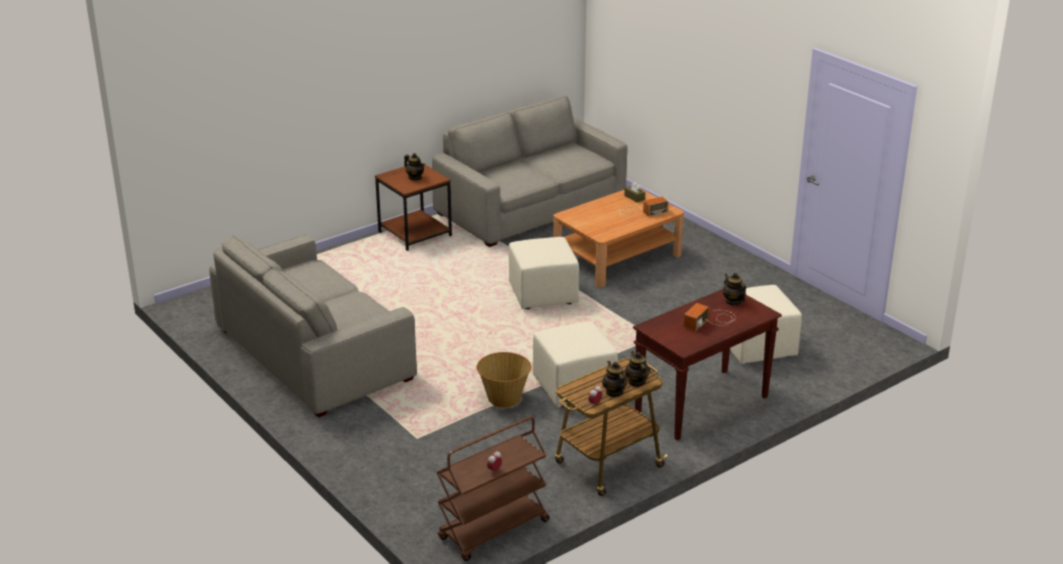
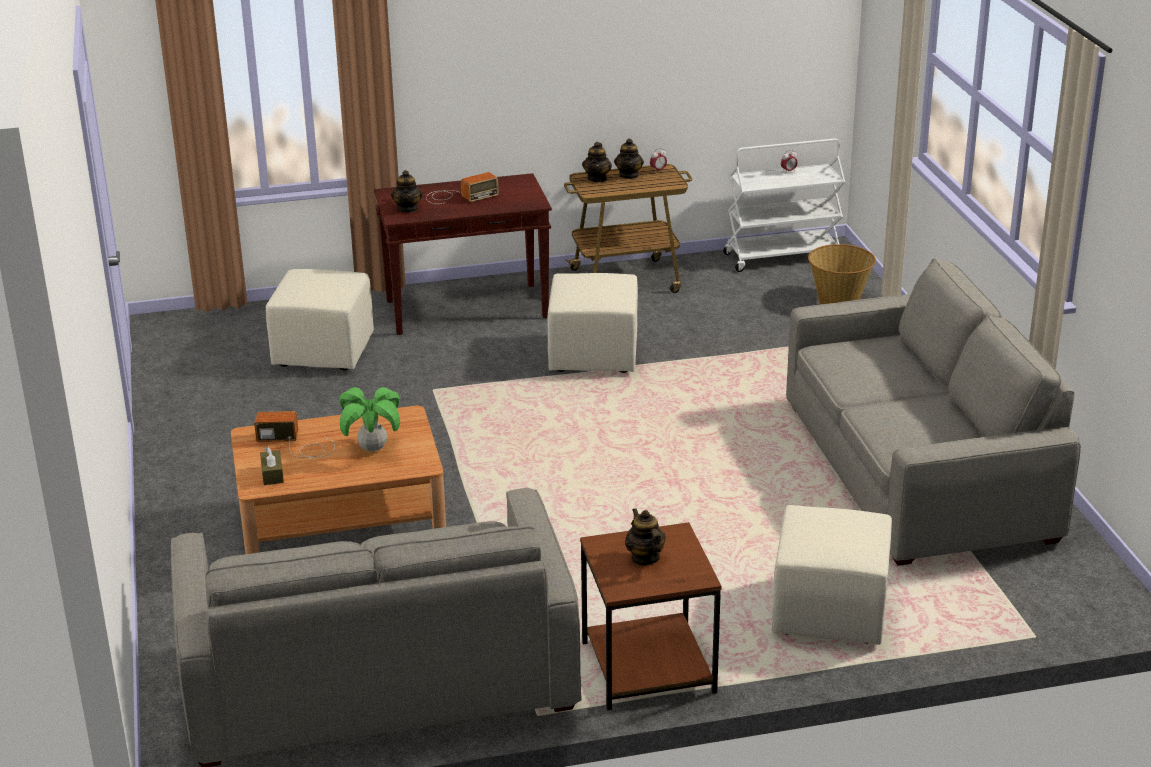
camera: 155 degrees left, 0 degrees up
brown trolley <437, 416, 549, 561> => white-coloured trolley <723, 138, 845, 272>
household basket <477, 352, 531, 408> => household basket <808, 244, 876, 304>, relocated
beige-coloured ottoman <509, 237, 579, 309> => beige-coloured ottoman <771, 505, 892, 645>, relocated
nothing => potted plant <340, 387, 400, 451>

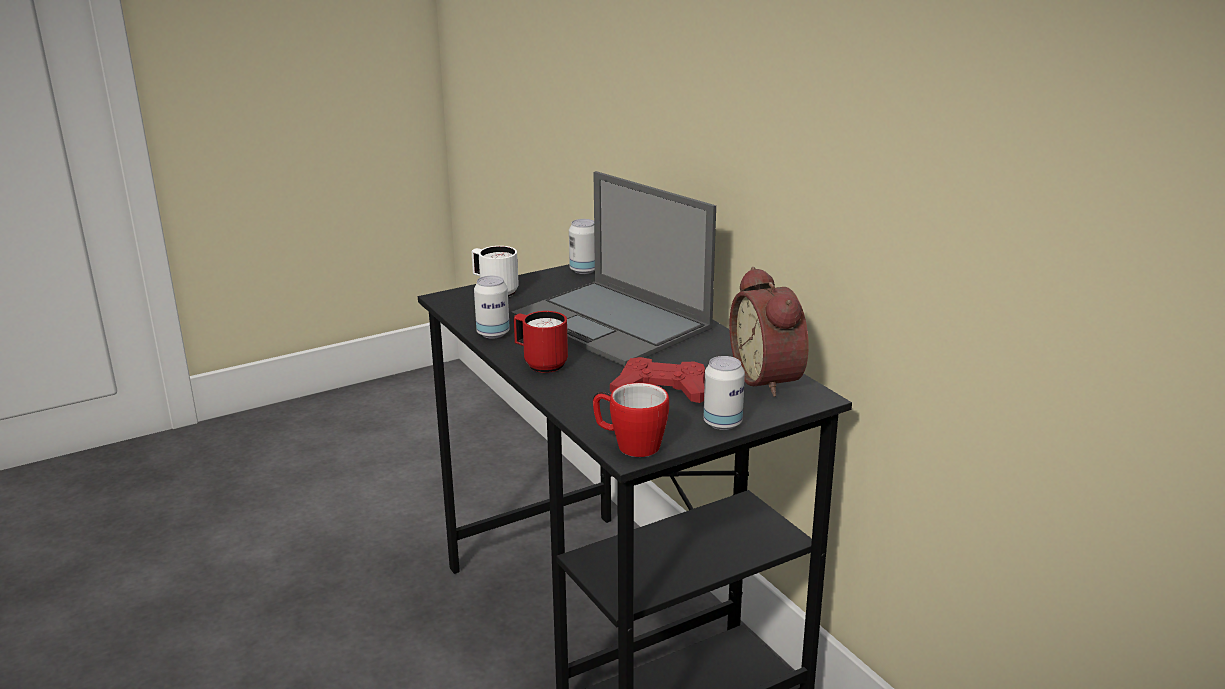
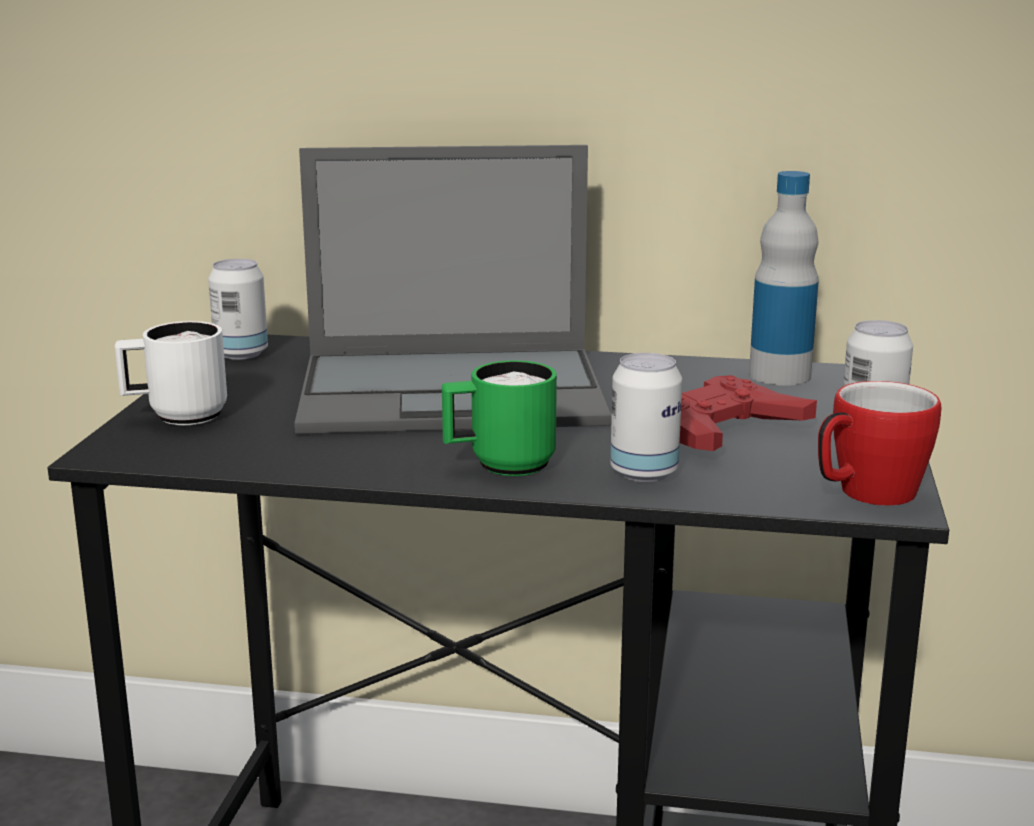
camera: 50 degrees left, 5 degrees down
metal can <474, 276, 510, 339> => metal can <610, 353, 682, 482>, relocated
red tea mug <514, 311, 568, 373> => green tea mug <442, 360, 557, 476>
table clock <729, 267, 809, 397> => beverage bottle <749, 171, 819, 386>

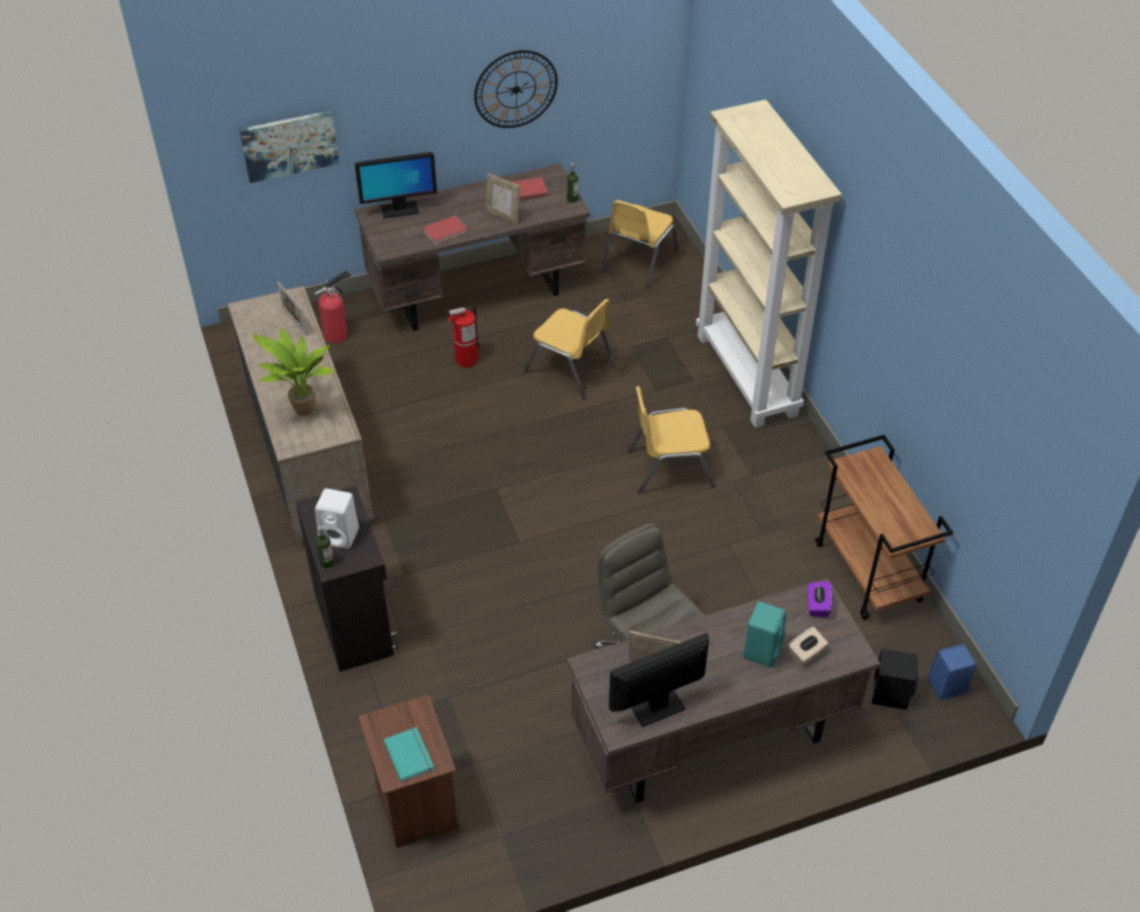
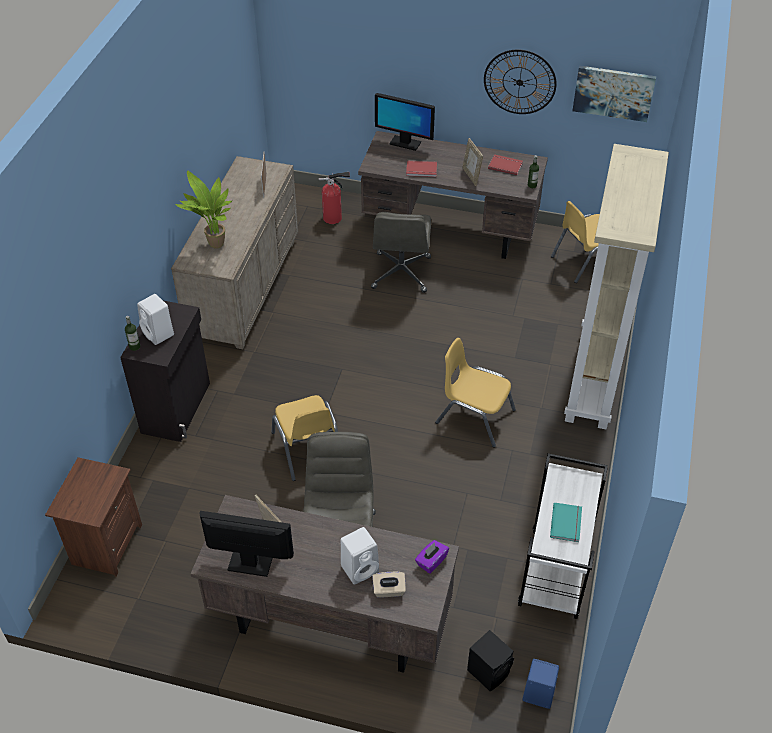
camera: 35 degrees right, 0 degrees up
picture <239, 110, 339, 183> => picture <572, 66, 656, 122>, relocated
blue-green book <384, 727, 434, 782> => blue-green book <550, 502, 582, 542>, relocated
extinguisher <447, 307, 480, 367> => greyish office chair <371, 212, 431, 293>
yellowish chair <524, 299, 616, 399> => yellowish chair <272, 395, 338, 481>, relocated
blue-green audio speaker <743, 601, 786, 667> => white-coloured audio speaker <341, 527, 379, 585>
brown trolley <815, 435, 953, 620> => white-coloured trolley <518, 453, 608, 619>

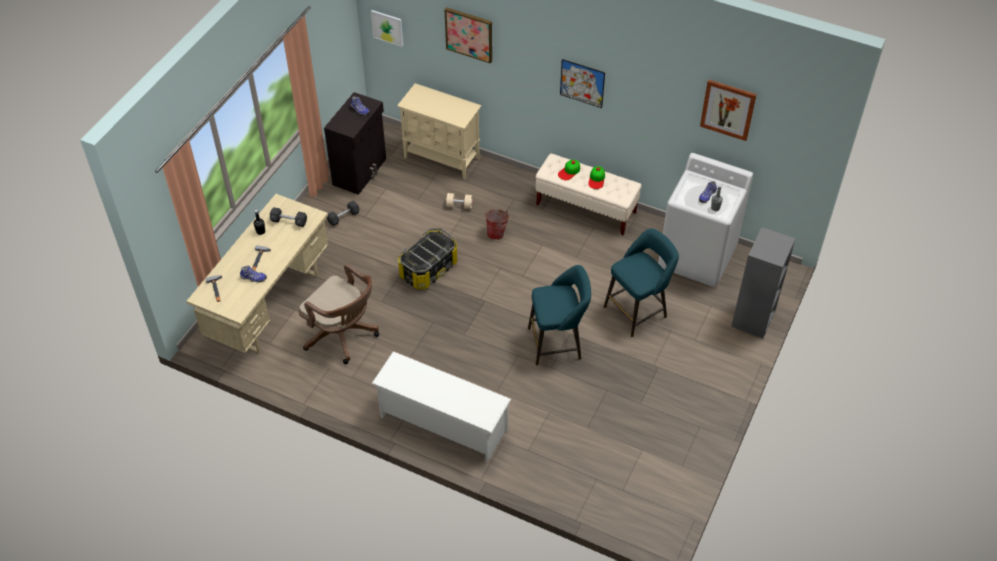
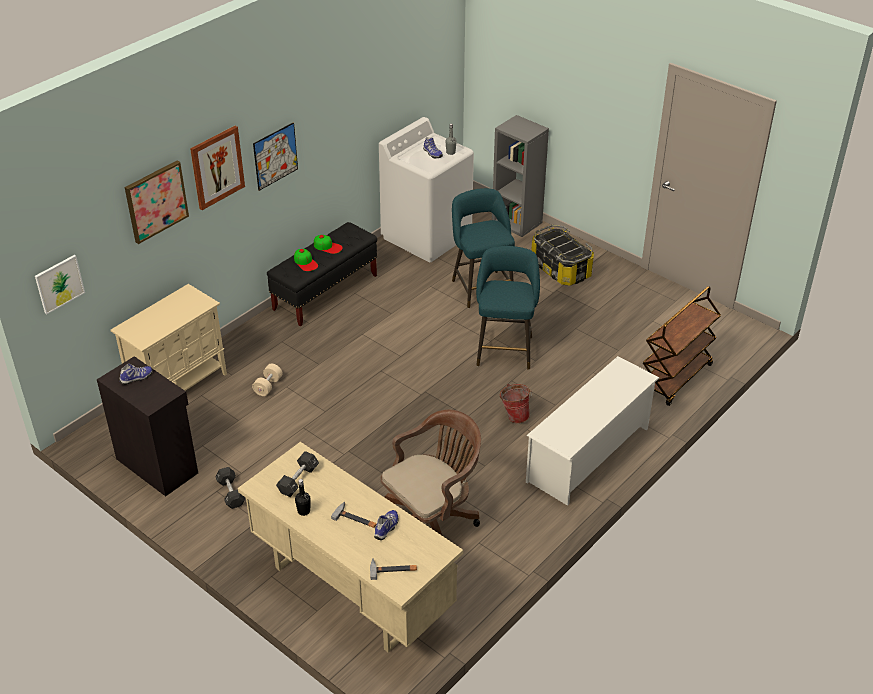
camera: 75 degrees left, 10 degrees down
storage container <398, 228, 458, 289> => storage container <531, 225, 594, 286>, relocated
bucket <485, 209, 510, 240> => bucket <500, 384, 532, 423>, relocated
beige-coloured long seat <535, 153, 642, 235> => blackish long seat <267, 222, 377, 327>
picture <700, 80, 757, 141> => picture <190, 126, 245, 210>, relocated
nothing => brown trolley <643, 286, 721, 406>

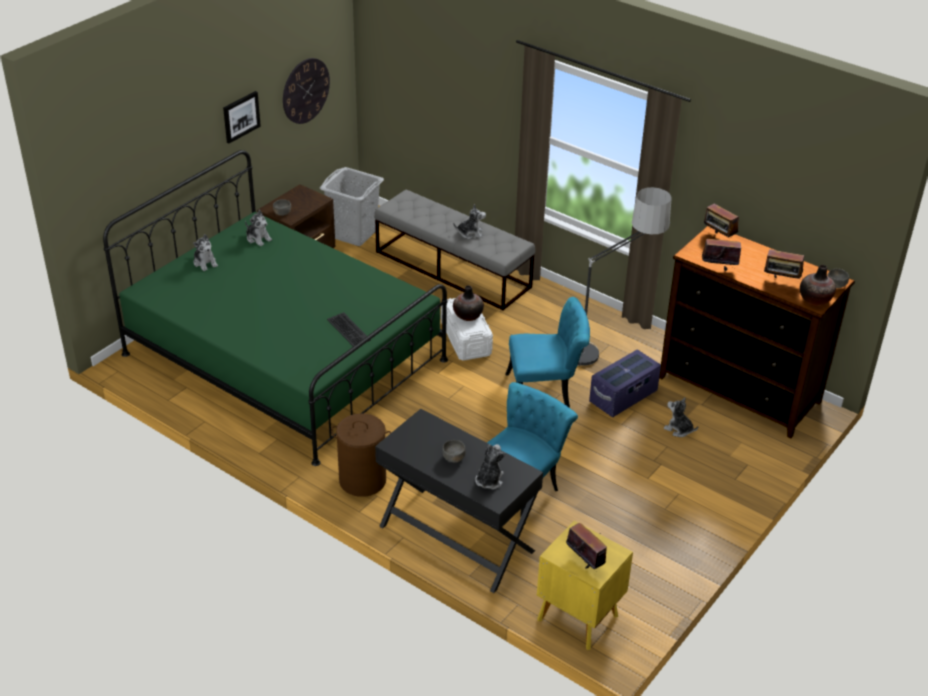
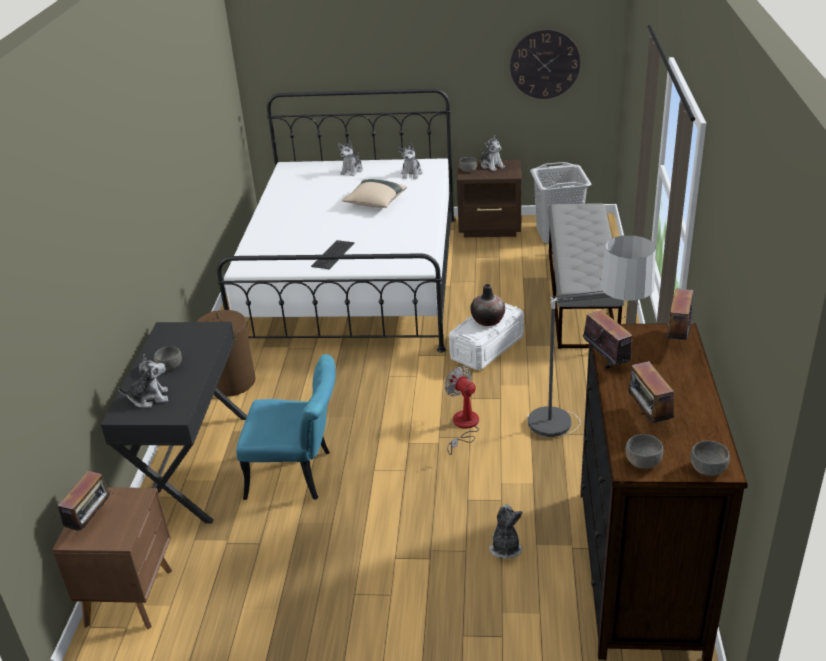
camera: 60 degrees right, 5 degrees down
green bedroom bed <103, 150, 448, 466> => white-coloured bedroom bed <217, 89, 456, 353>
picture <223, 91, 261, 143> => nothing
plush toy <453, 204, 486, 239> => plush toy <481, 135, 505, 171>, relocated
blue-green chair <505, 297, 590, 408> => fan <445, 366, 479, 455>
yellowish night table <537, 521, 633, 650> => brown night table <52, 487, 172, 629>
purple storage container <589, 350, 661, 417> => nothing
flower vase <800, 265, 836, 306> => greyish bowl <625, 434, 664, 469>
nothing => beige-coloured cushion <342, 179, 407, 208>

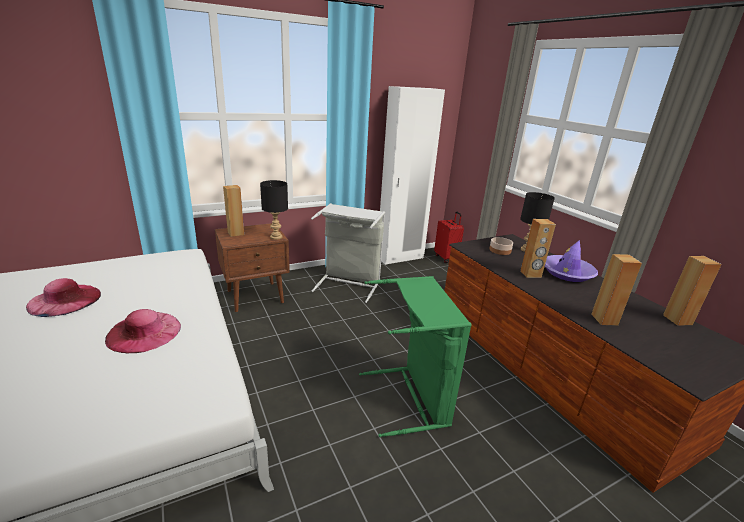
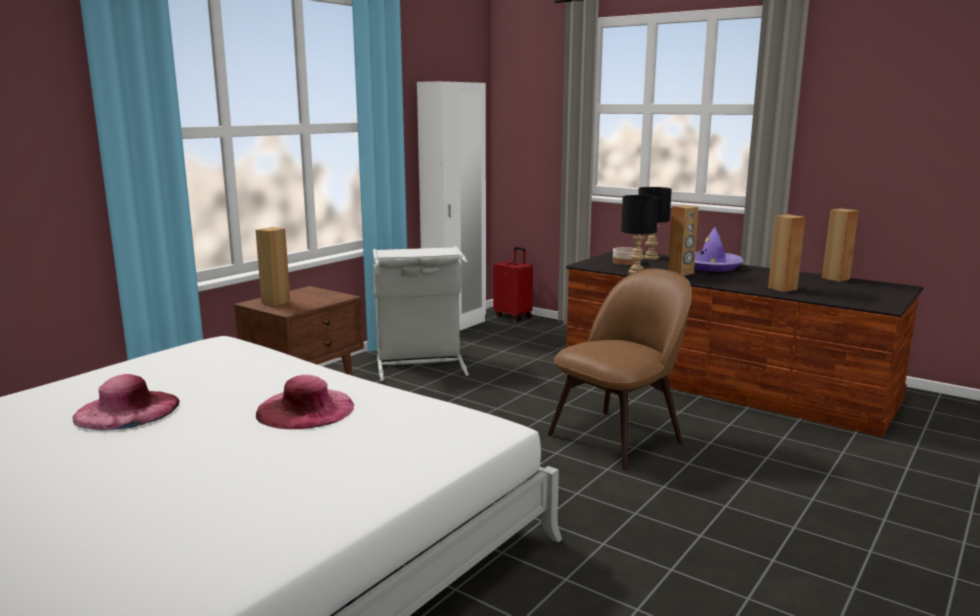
camera: 25 degrees left, 10 degrees down
blackish lamp for a table <260, 180, 288, 240> => blackish lamp for a table <621, 195, 659, 274>, relocated
green washing basket <359, 276, 472, 437> => brown chair <548, 269, 692, 471>

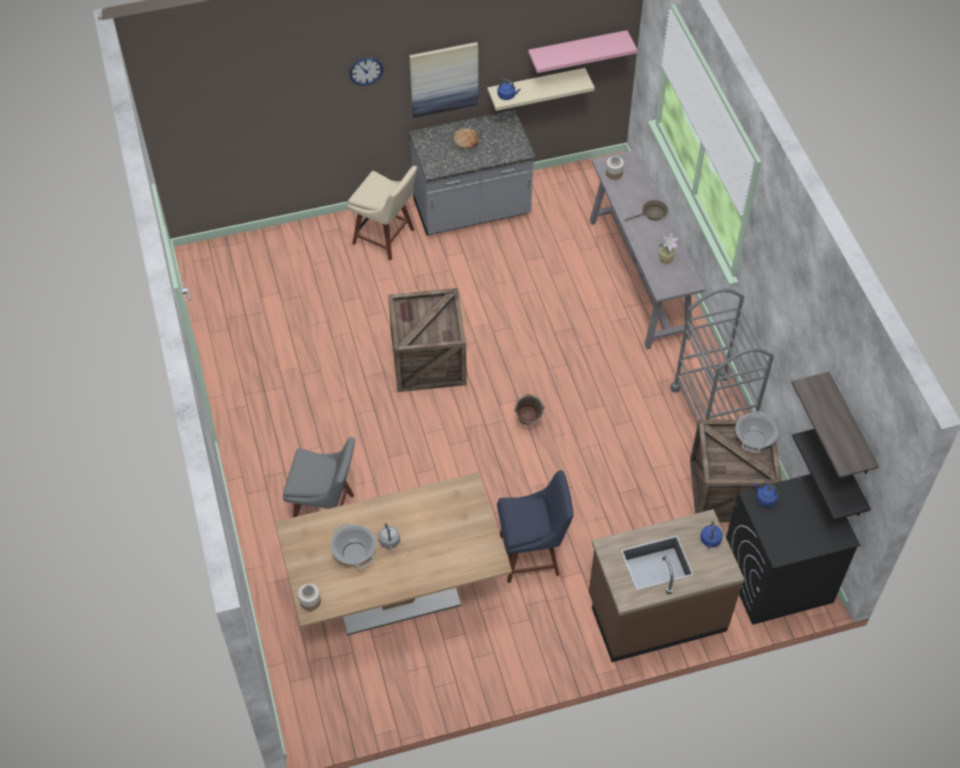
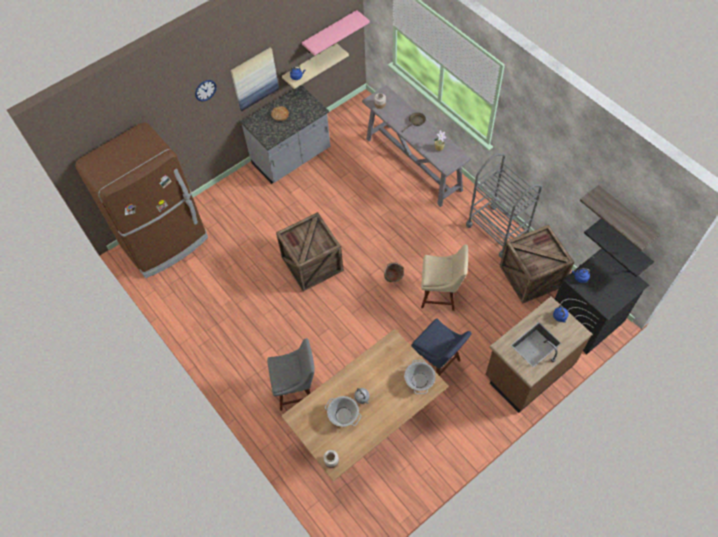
camera: 20 degrees left, 5 degrees up
beige-coloured chair <347, 166, 417, 261> => beige-coloured chair <421, 245, 468, 311>, relocated
blue chair <497, 470, 574, 583> => blue chair <411, 318, 472, 376>, 75 degrees clockwise
saucepot <735, 411, 778, 453> => saucepot <404, 360, 436, 394>, relocated
nothing => brown fridge <75, 122, 208, 278>

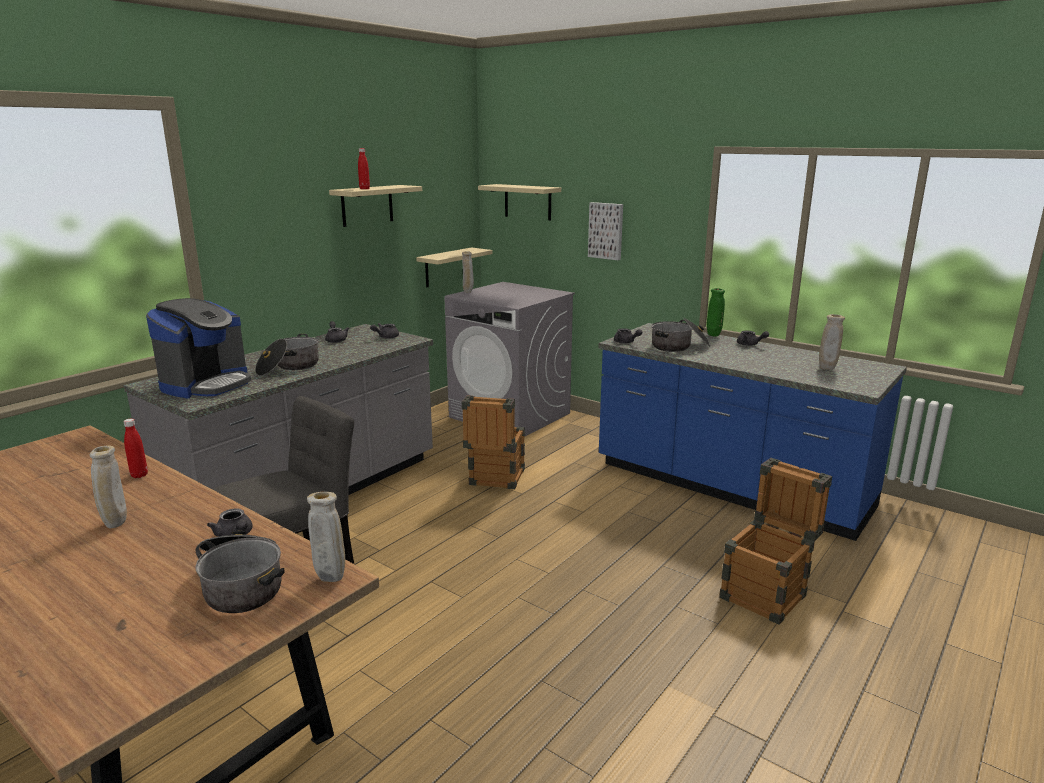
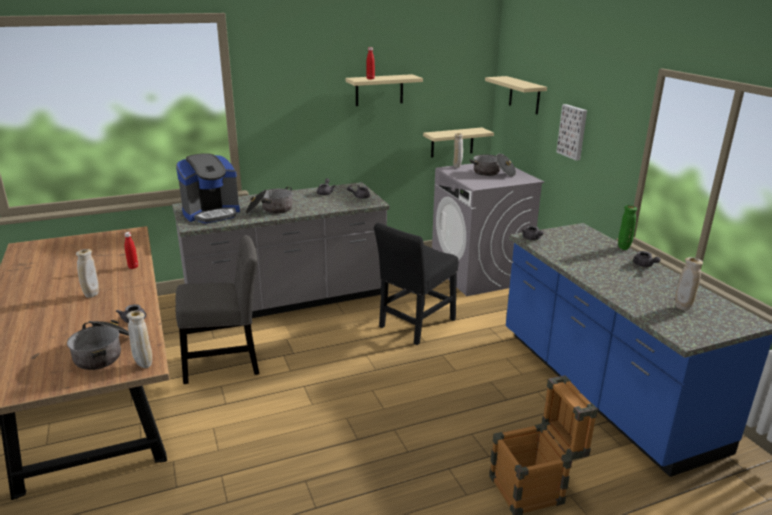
camera: 30 degrees right, 5 degrees up
crate <462, 396, 525, 489> => blackish chair <374, 223, 458, 345>
saucepot <652, 317, 710, 352> => saucepot <470, 154, 516, 177>, relocated

